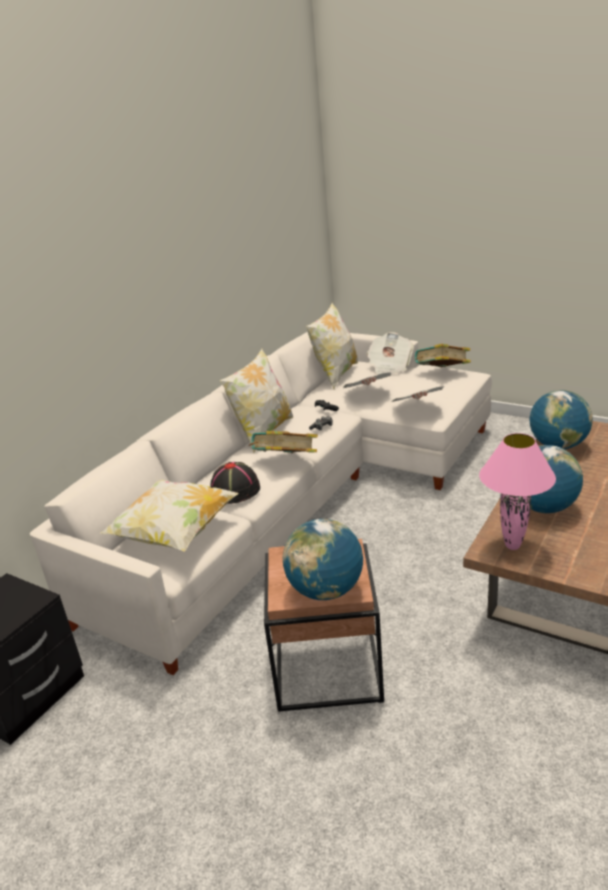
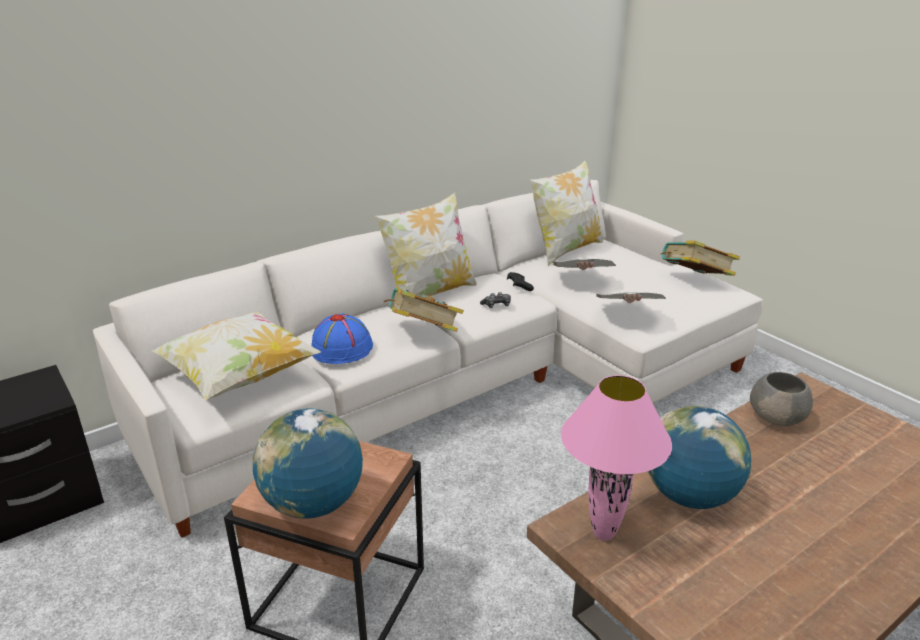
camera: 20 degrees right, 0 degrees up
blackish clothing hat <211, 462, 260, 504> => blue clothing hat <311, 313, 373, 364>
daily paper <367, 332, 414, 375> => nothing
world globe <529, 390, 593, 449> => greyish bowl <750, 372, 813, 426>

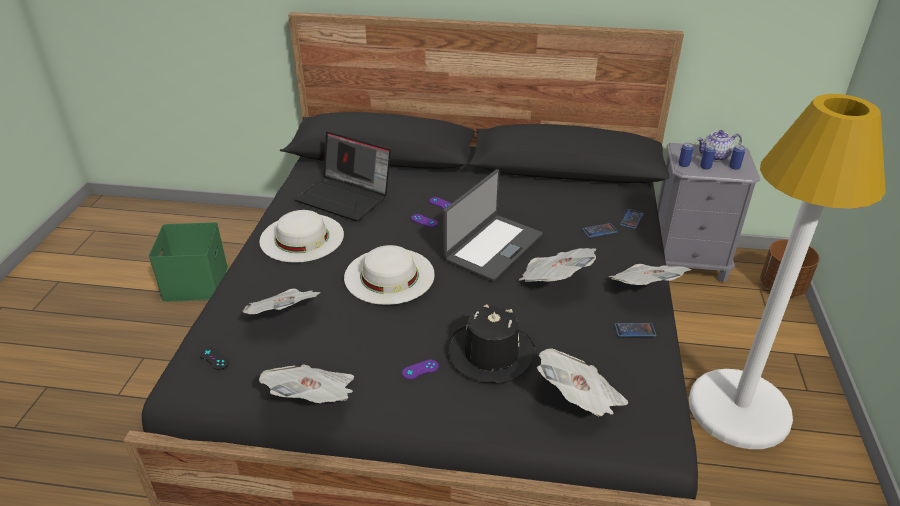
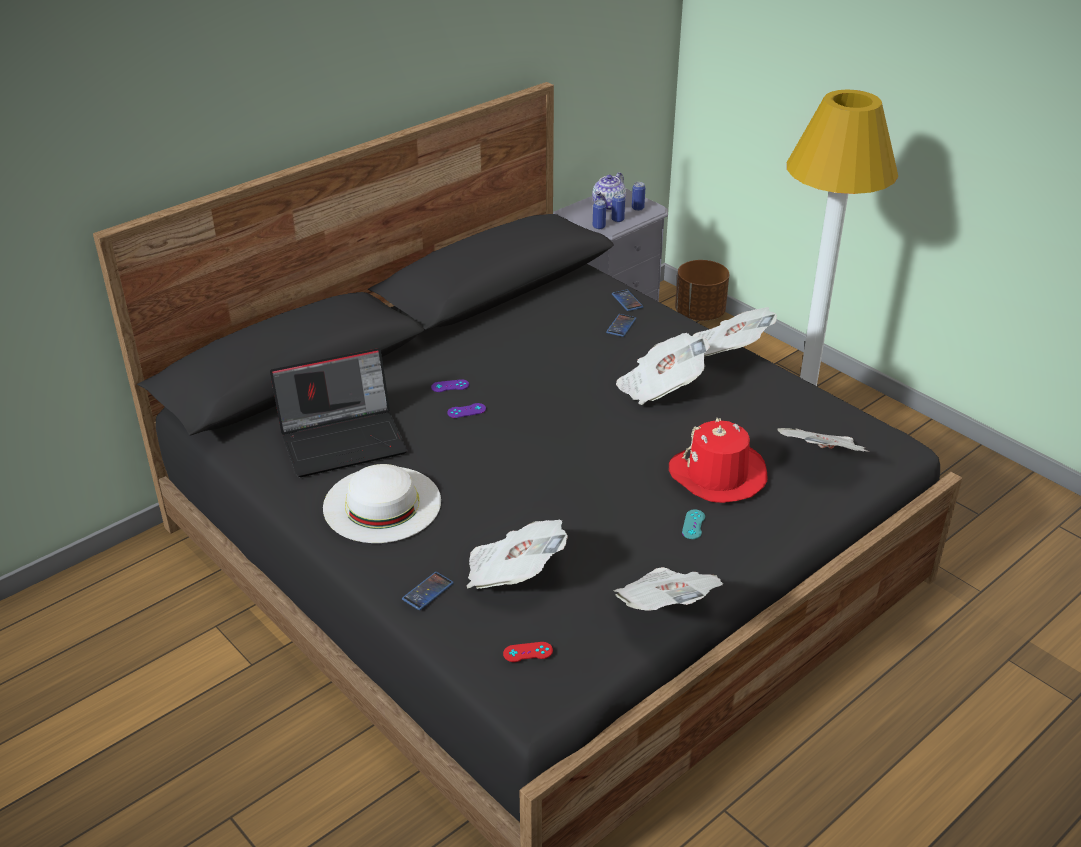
camera: 50 degrees left, 0 degrees up
green storage container <149, 222, 228, 302> => nothing
blackish game controller <199, 347, 229, 370> => red game controller <503, 642, 553, 662>
white-coloured clothing hat <344, 245, 435, 305> => nothing
purple game controller <402, 360, 439, 379> => blue-green game controller <682, 509, 705, 539>
portable computer <443, 169, 543, 281> => nothing
blackish clothing hat <448, 304, 536, 383> => red clothing hat <669, 418, 767, 503>
phone <614, 323, 657, 337> => phone <402, 572, 454, 610>, relocated

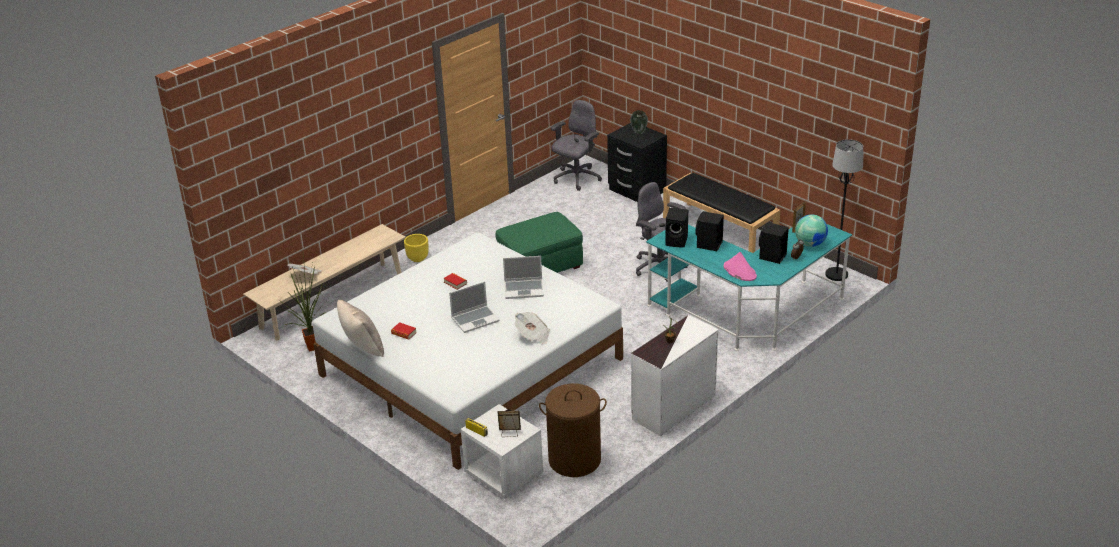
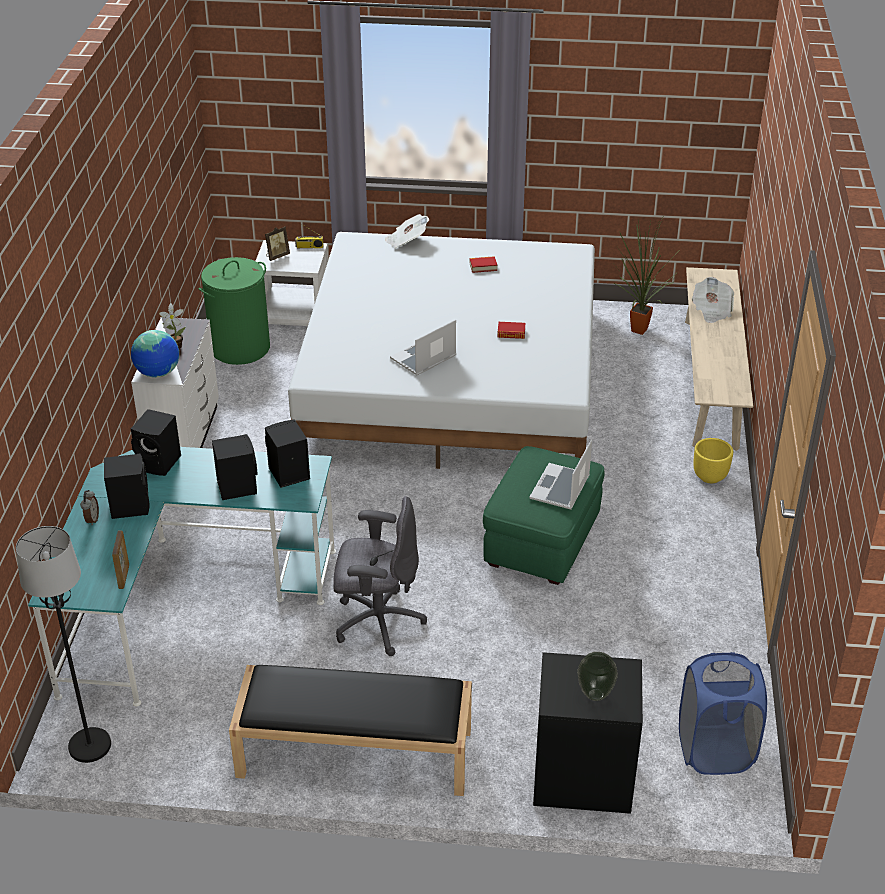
camera: 140 degrees right, 5 degrees up
beige-coloured cushion <337, 300, 384, 357> => nothing
portable computer <449, 282, 500, 333> => portable computer <529, 440, 592, 510>, relocated
daily paper <515, 312, 550, 344> => daily paper <385, 214, 429, 248>, relocated
brown washing basket <539, 384, 607, 477> => green washing basket <199, 257, 270, 365>
greyish office chair <551, 100, 602, 191> => blue washing basket <679, 652, 767, 775>
pink-coloured clothing hat <724, 252, 757, 281> => blackish audio speaker <131, 409, 181, 476>
world globe <795, 214, 828, 247> => world globe <131, 330, 179, 378>, relocated

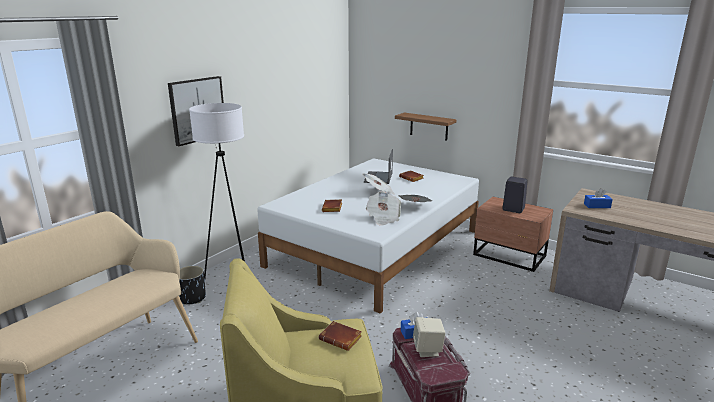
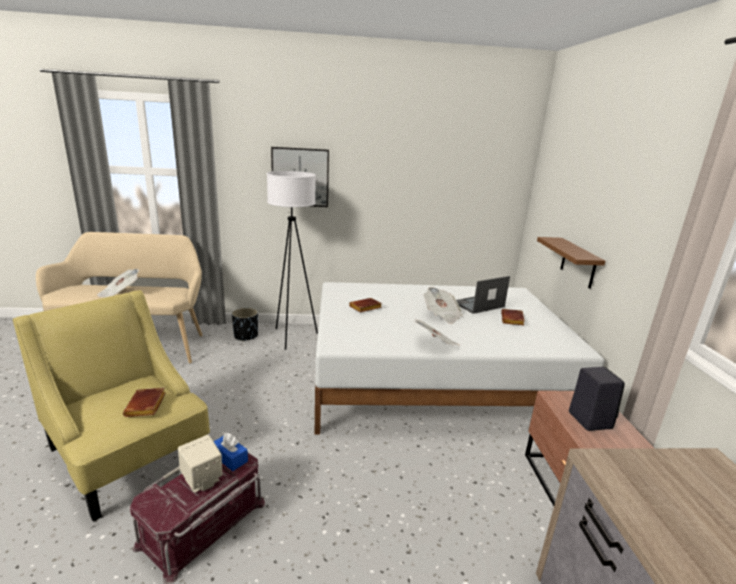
camera: 50 degrees right, 0 degrees up
daily paper <366, 192, 401, 226> => daily paper <97, 269, 140, 298>, relocated
blue tissue holder <584, 188, 613, 208> => nothing

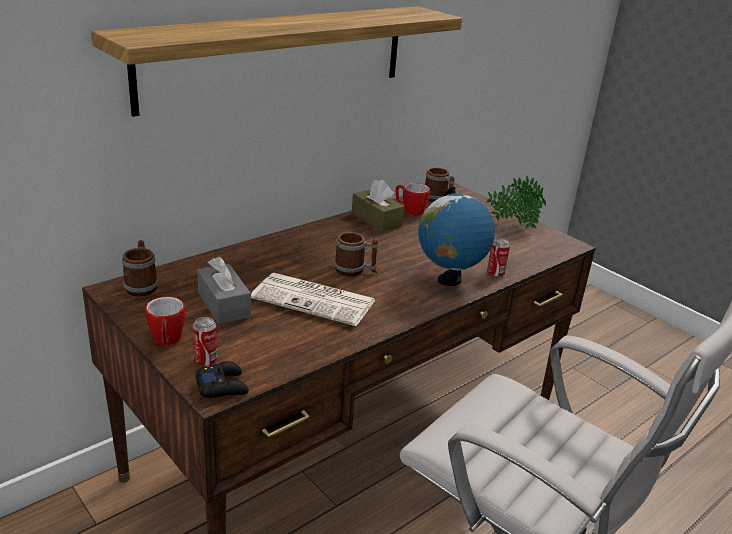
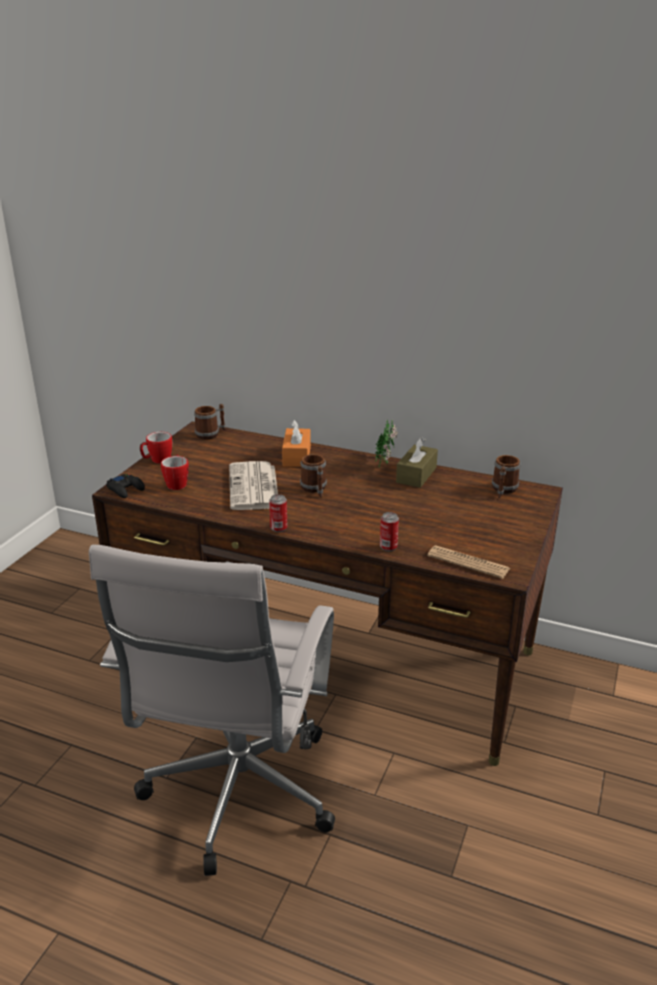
camera: 65 degrees right, 0 degrees up
wall shelf <91, 6, 462, 117> => nothing
metal can <193, 317, 217, 367> => metal can <269, 494, 287, 532>, relocated
greyish tissue holder <197, 257, 251, 324> => nothing
tea mug <396, 183, 430, 216> => tea mug <161, 455, 189, 490>, relocated
world globe <418, 187, 495, 286> => nothing
potted plant <486, 176, 546, 229> => potted plant <375, 419, 398, 467>, relocated
nothing => orange-coloured tissue holder <282, 420, 311, 467>
nothing => daily paper <427, 545, 510, 579>

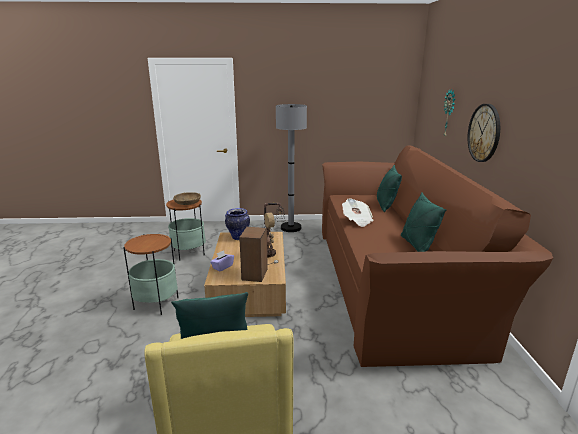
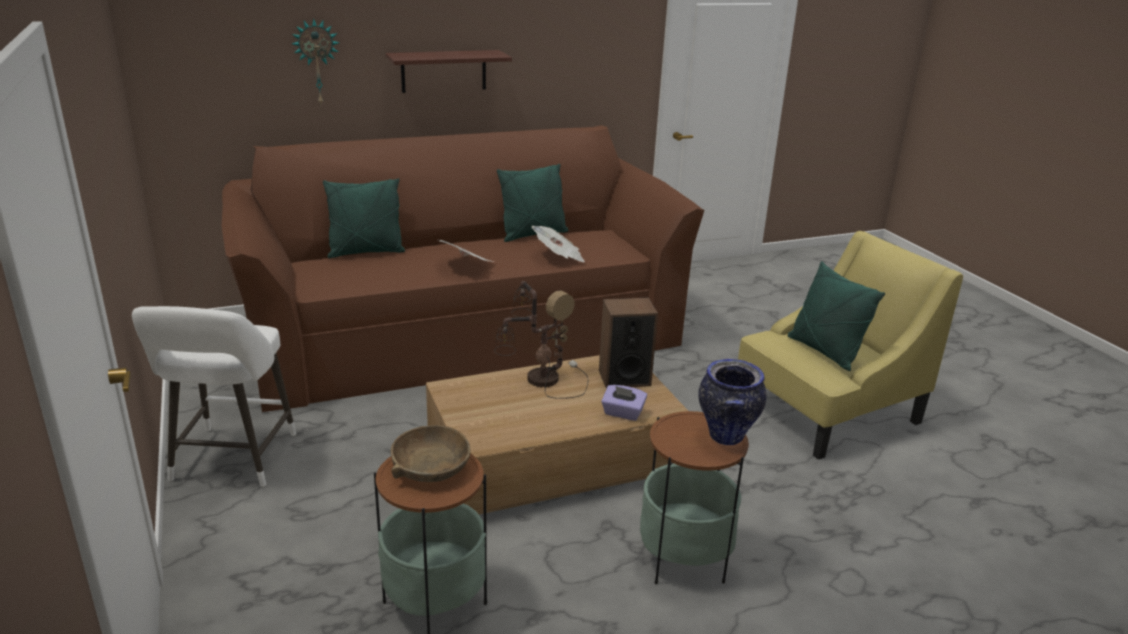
camera: 110 degrees left, 5 degrees up
flower vase <225, 208, 250, 240> => flower vase <698, 359, 766, 445>, relocated
greyish standard lamp <276, 104, 307, 232> => white-coloured stool <132, 306, 296, 487>
hanging clock <468, 104, 500, 162> => wall shelf <385, 50, 512, 93>
nothing => daily paper <532, 226, 585, 262>

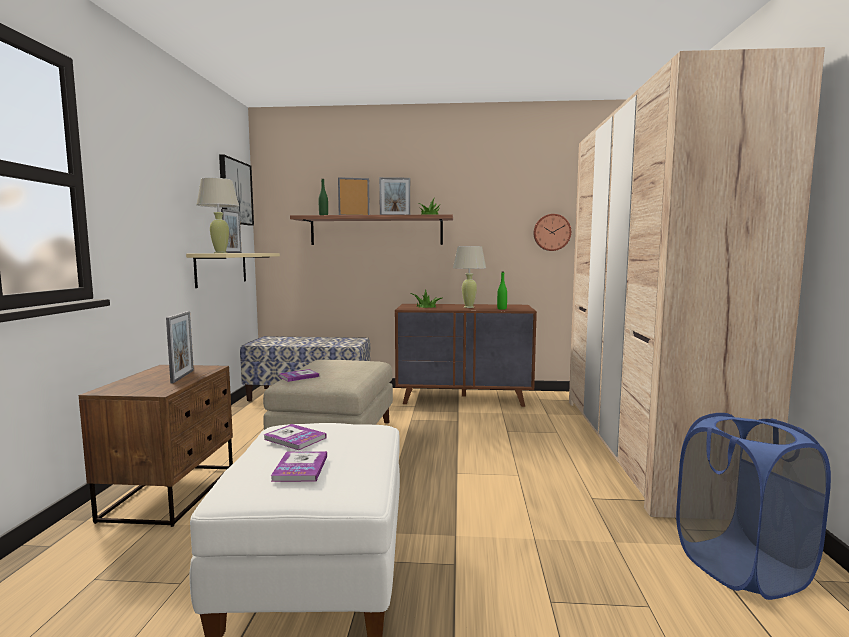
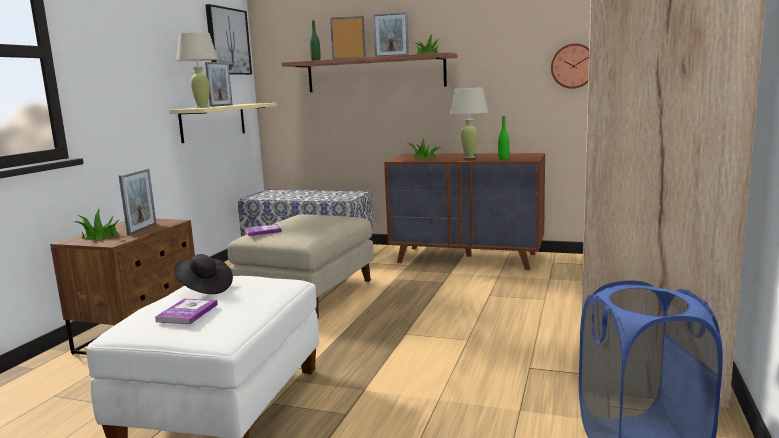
camera: 15 degrees right, 5 degrees up
book <263, 424, 327, 450> => blackish clothing hat <174, 254, 233, 294>
nothing => potted plant <74, 208, 119, 240>

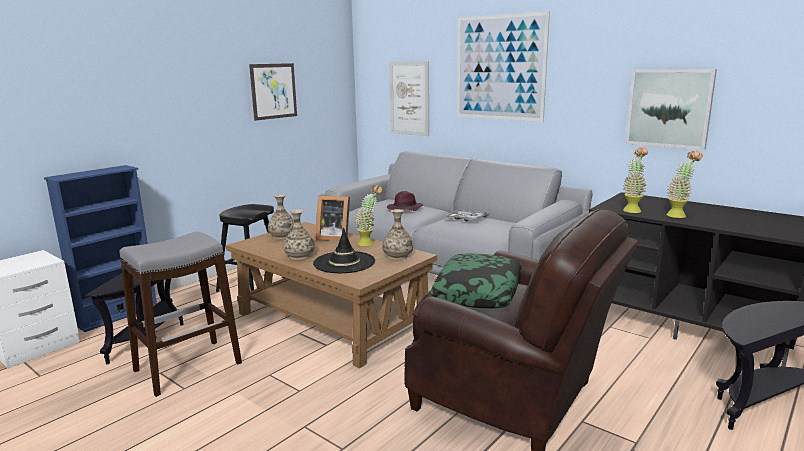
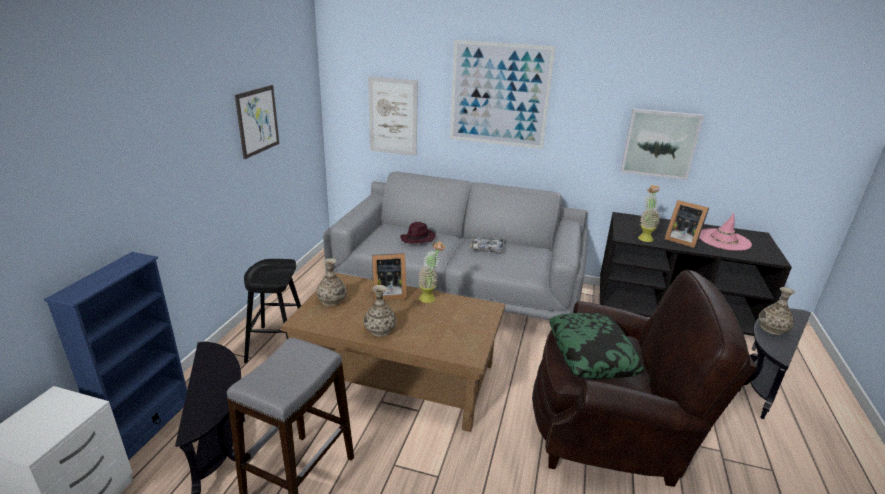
camera: 25 degrees left, 10 degrees up
blackish clothing hat <313, 227, 375, 273> => nothing
flower vase <382, 209, 413, 260> => flower vase <758, 287, 795, 335>, relocated
potted plant <666, 150, 703, 218> => picture frame <665, 200, 709, 248>
nothing => pink-coloured clothing hat <699, 213, 752, 251>

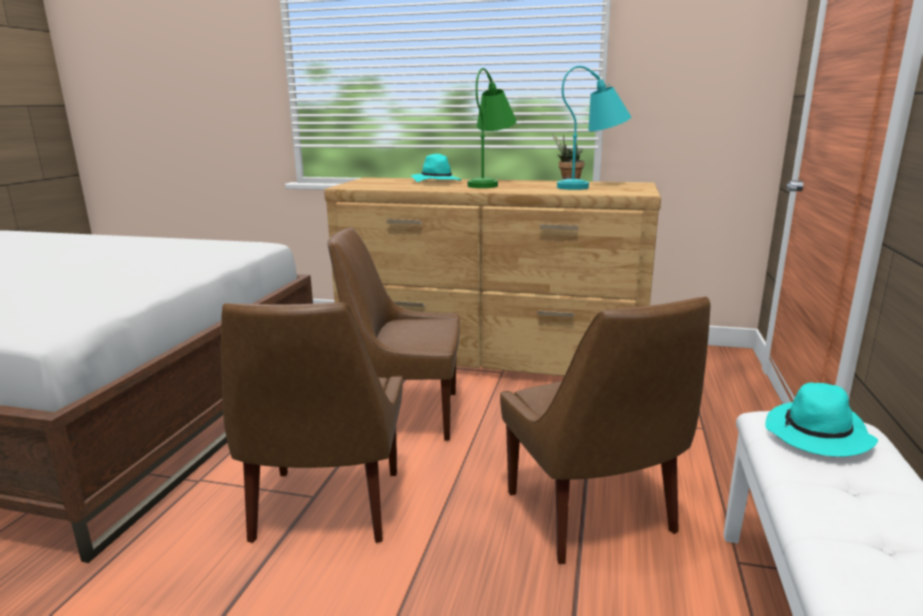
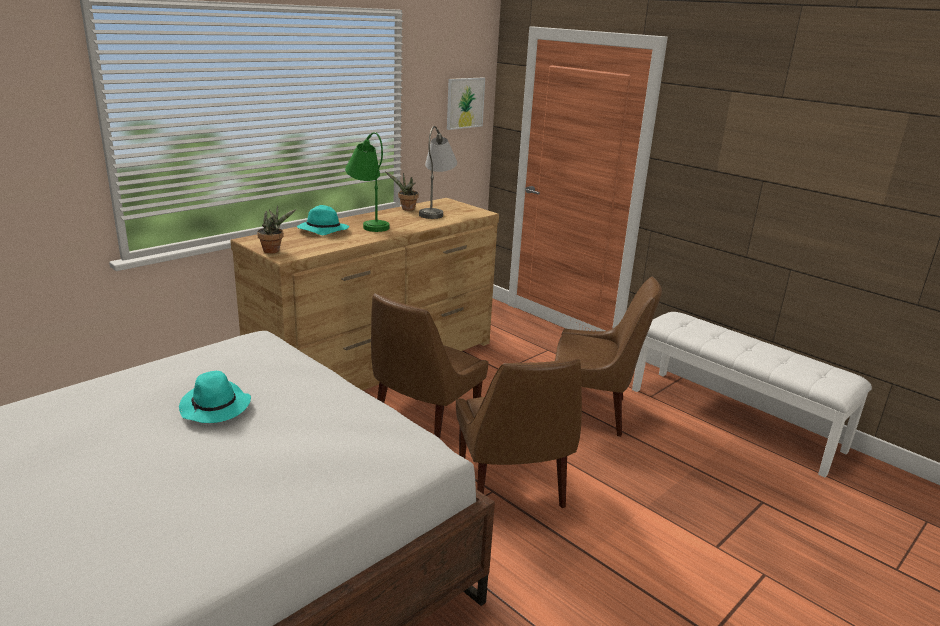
camera: 60 degrees left, 5 degrees up
brown chair <221, 302, 403, 543> => brown chair <456, 359, 582, 508>, 45 degrees clockwise
blue-green lamp for a table <557, 66, 631, 190> => greyish lamp for a table <419, 126, 457, 219>
blue-green clothing hat <765, 383, 878, 457> => blue-green clothing hat <179, 371, 251, 423>, relocated
nothing => potted plant <257, 205, 296, 254>
nothing => picture <447, 77, 485, 130>

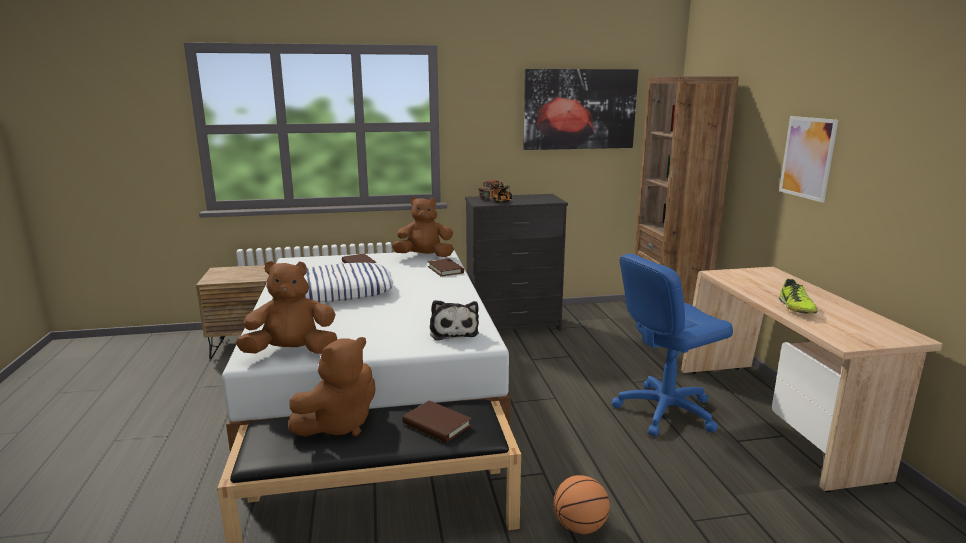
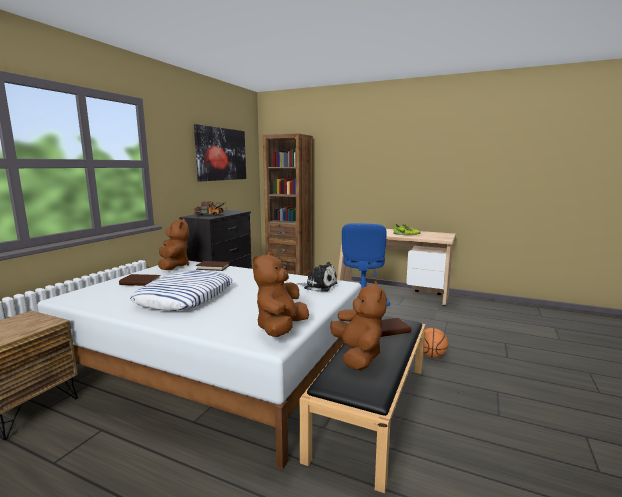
camera: 55 degrees left, 5 degrees down
brown plush toy <392, 197, 454, 257> => brown plush toy <158, 218, 189, 270>, 135 degrees clockwise
picture <779, 116, 838, 203> => nothing

